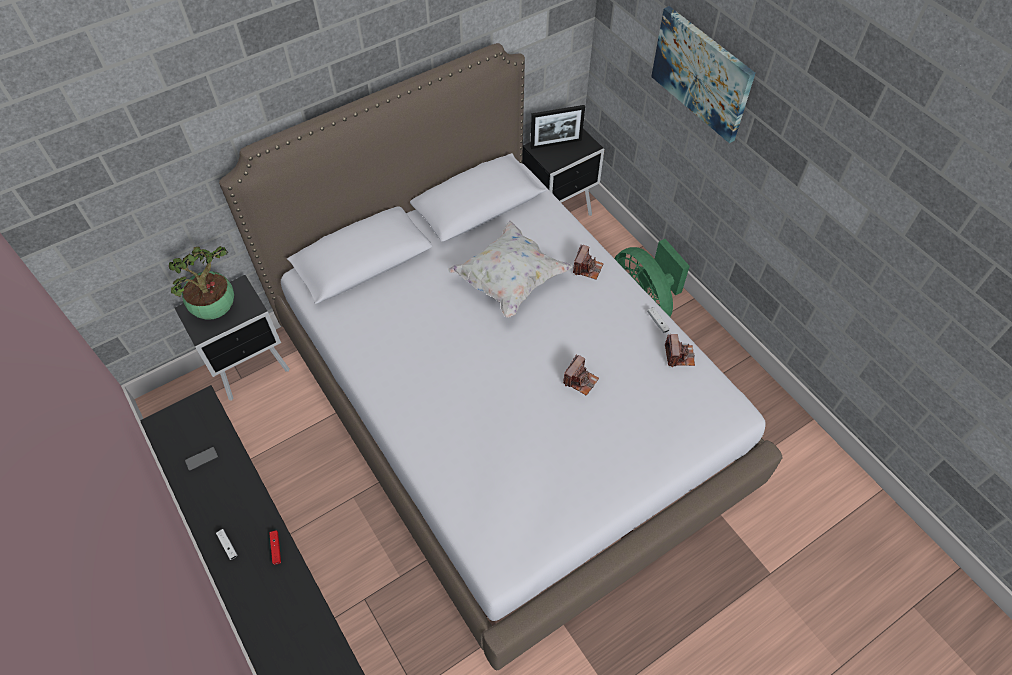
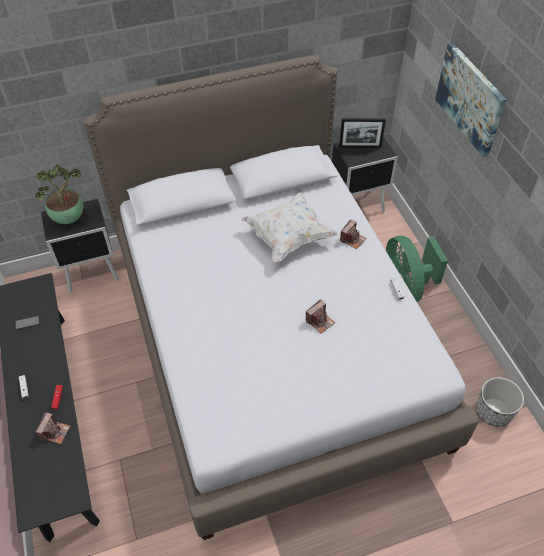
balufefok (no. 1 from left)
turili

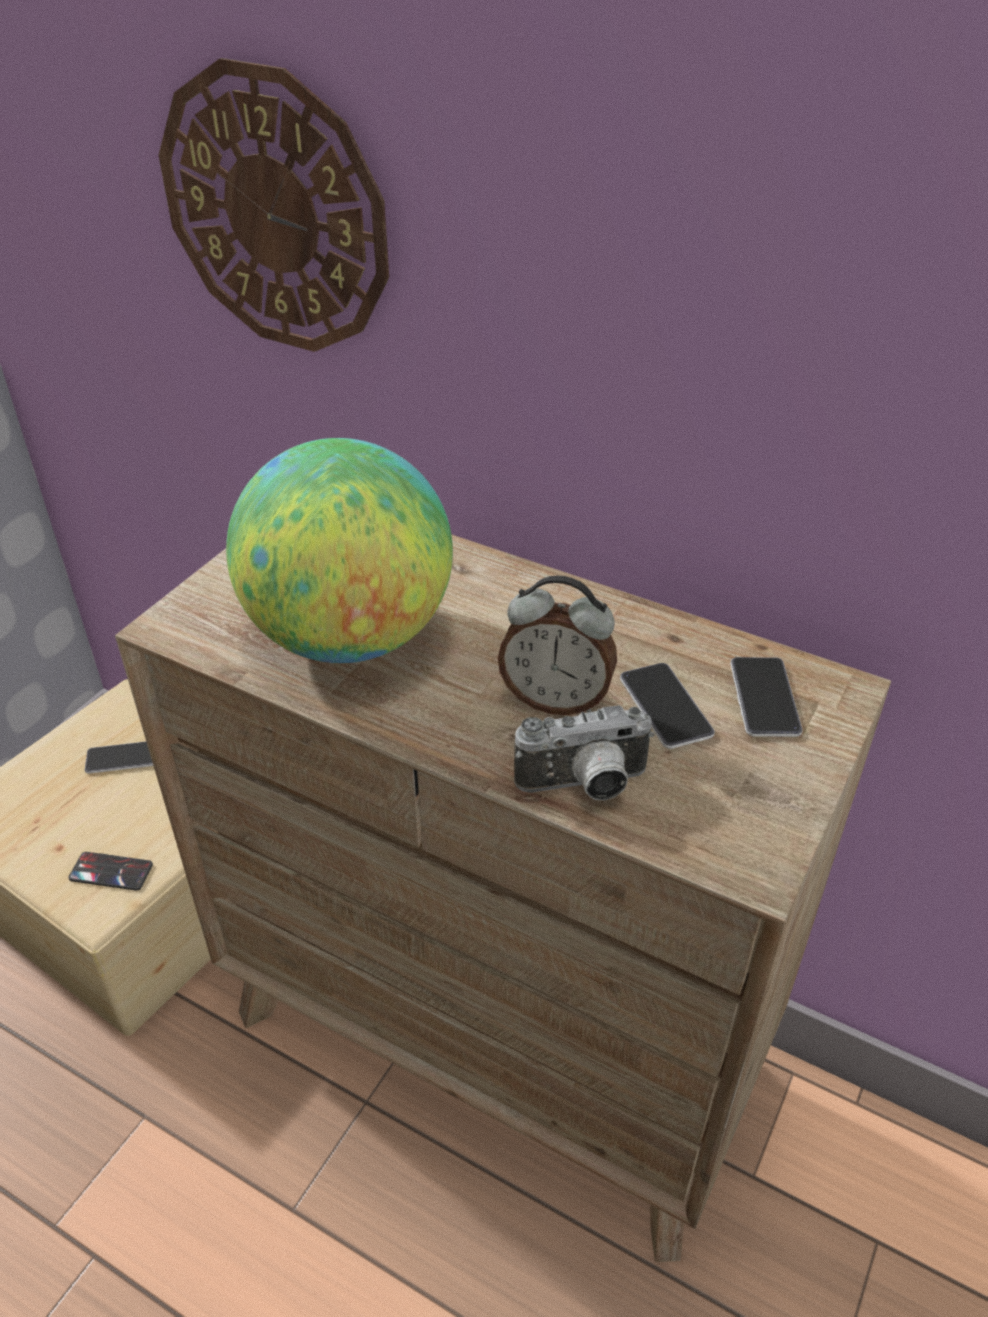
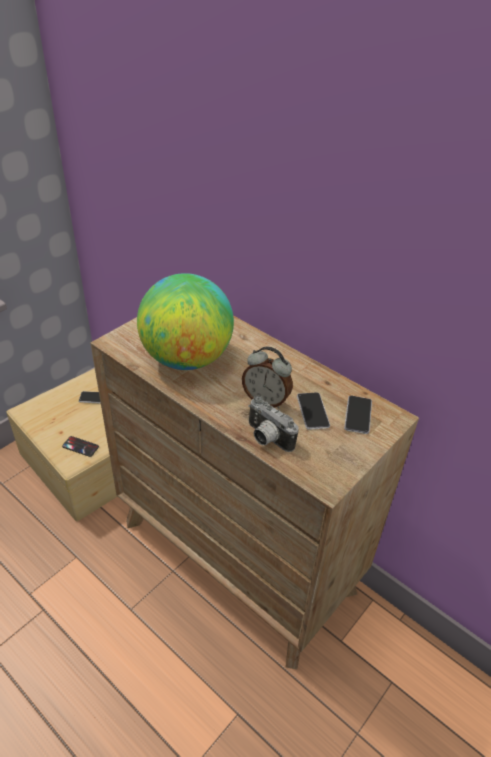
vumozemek
balufefok

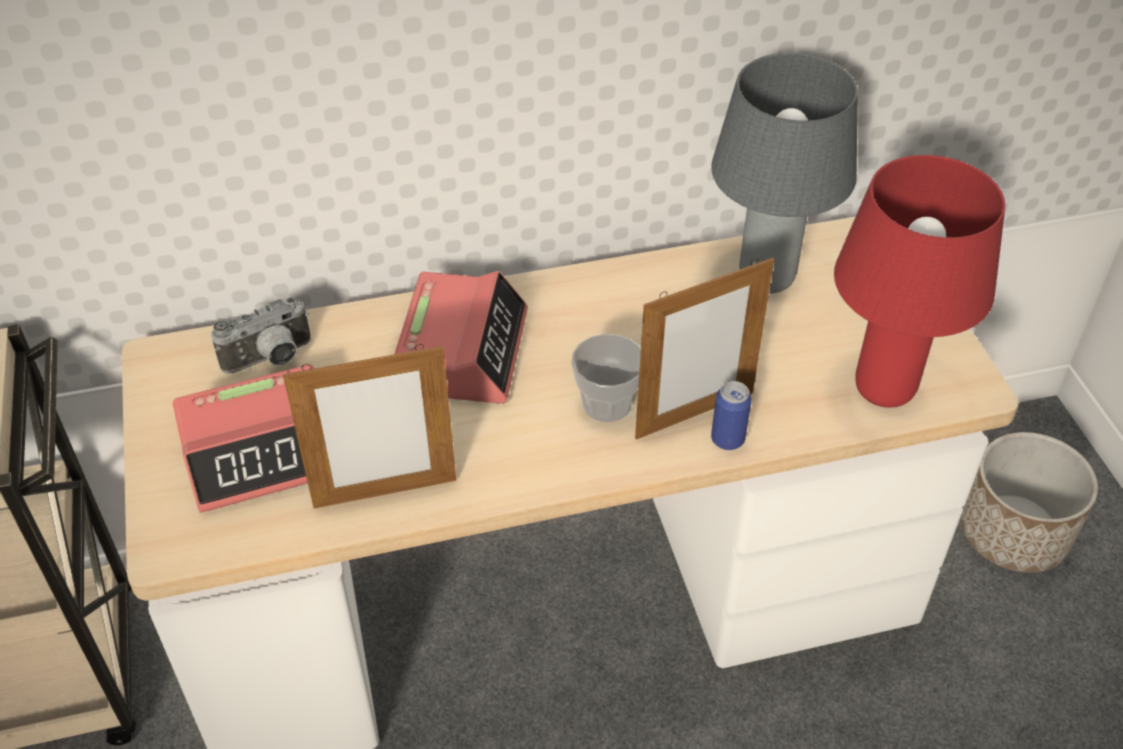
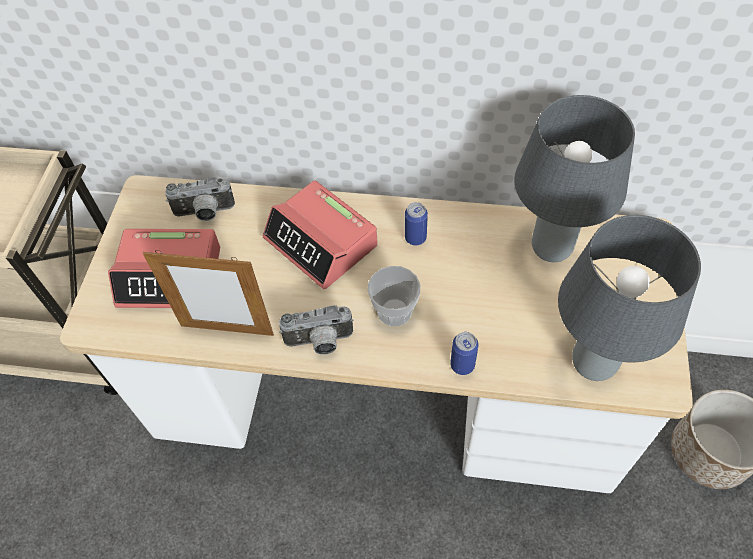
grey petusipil (no. 2 from left)
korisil (no. 2 from left in the first image)
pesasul (no. 2 from left)
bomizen (no. 1 from left)
balufefok (no. 2 from left)

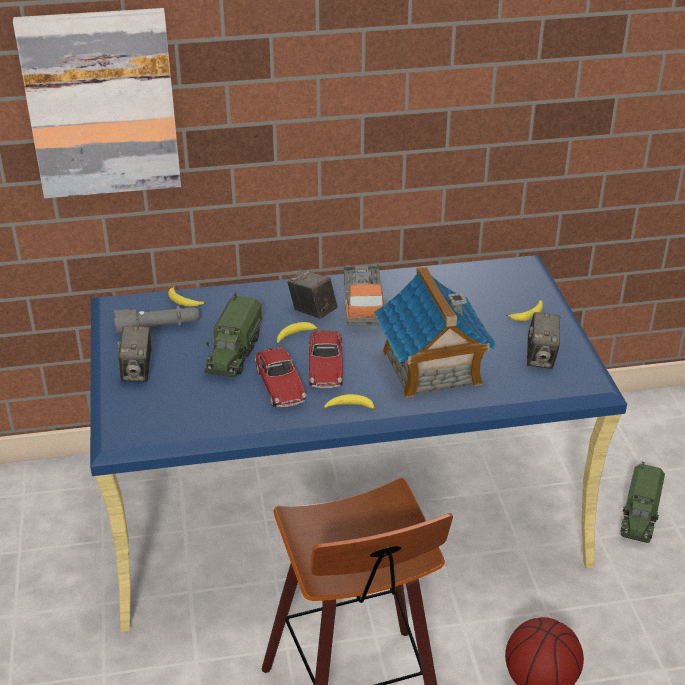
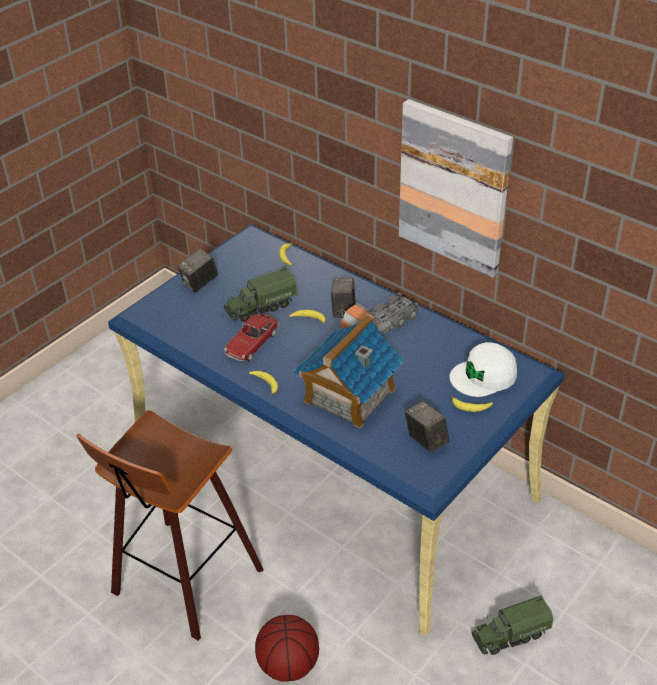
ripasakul
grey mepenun
balufefok (no. 3 from left)
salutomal (no. 2 from left in the first image)
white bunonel

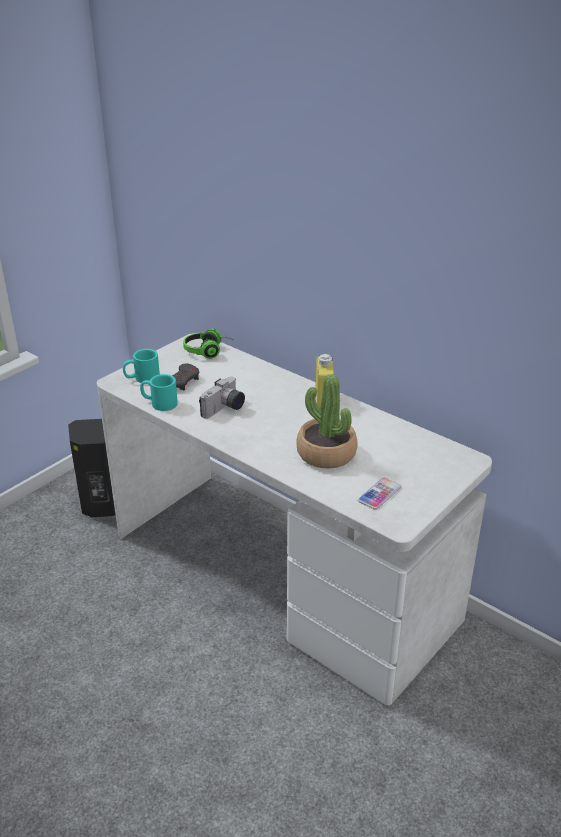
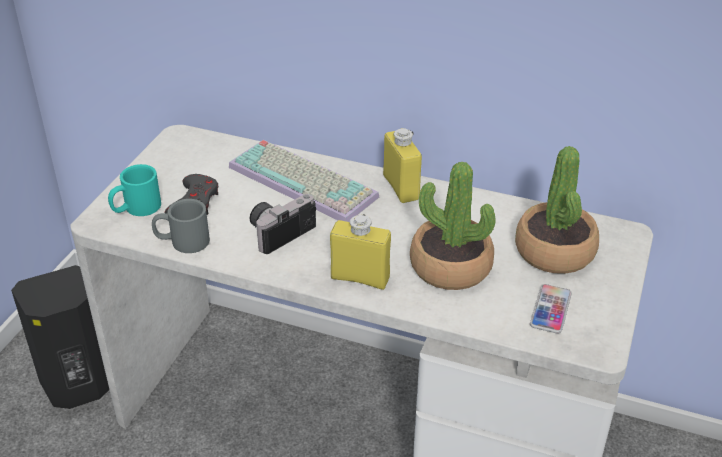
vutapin
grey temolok
balufefok
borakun
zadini (no. 2 from left)
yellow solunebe (no. 1 from left)

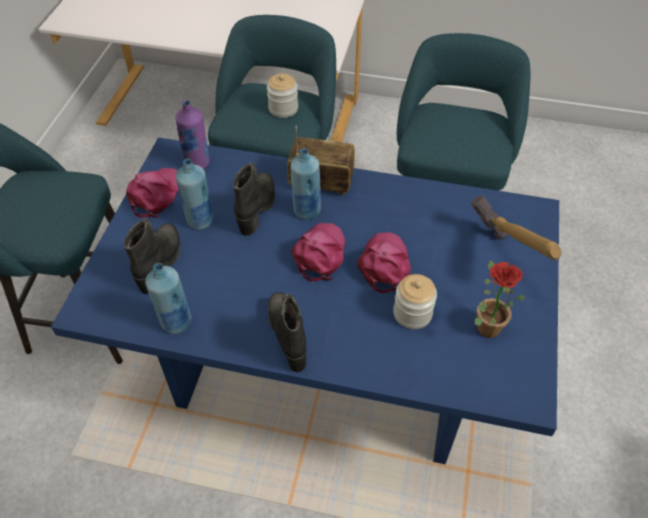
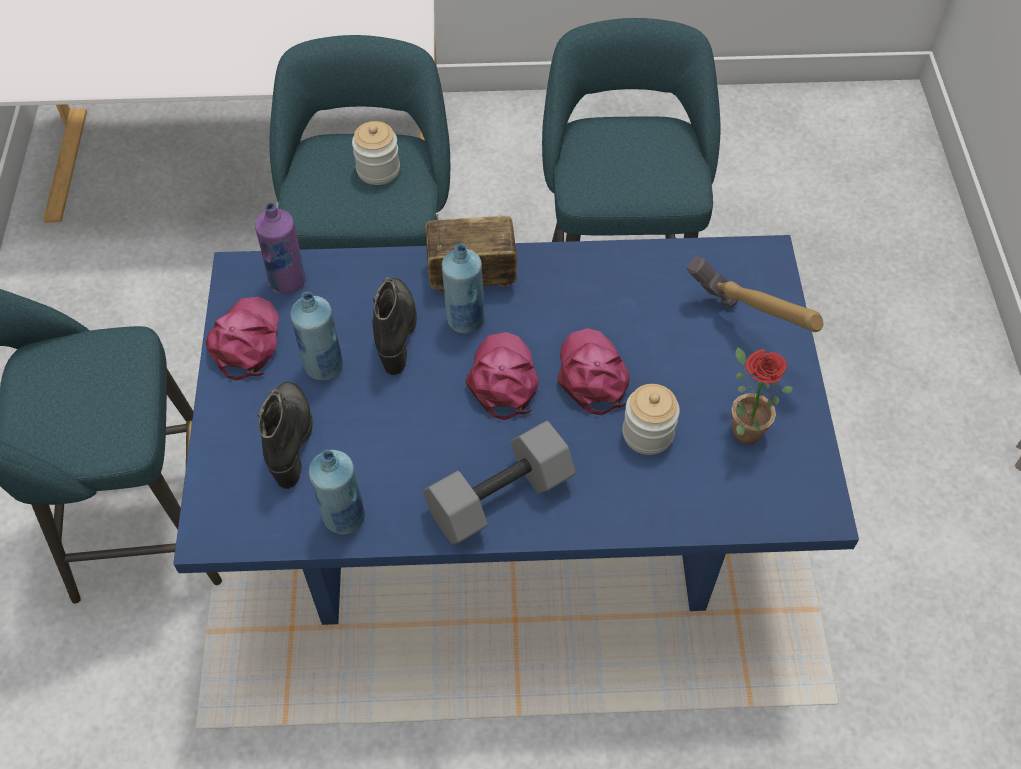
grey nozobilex

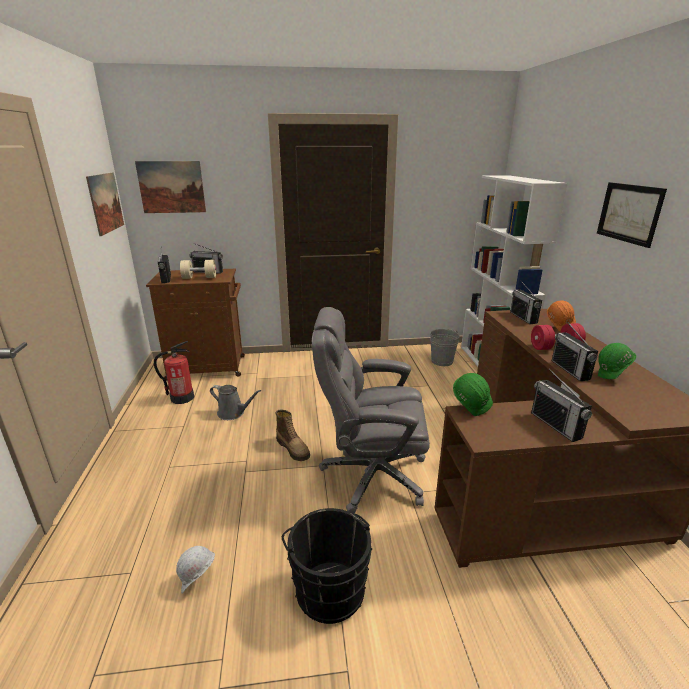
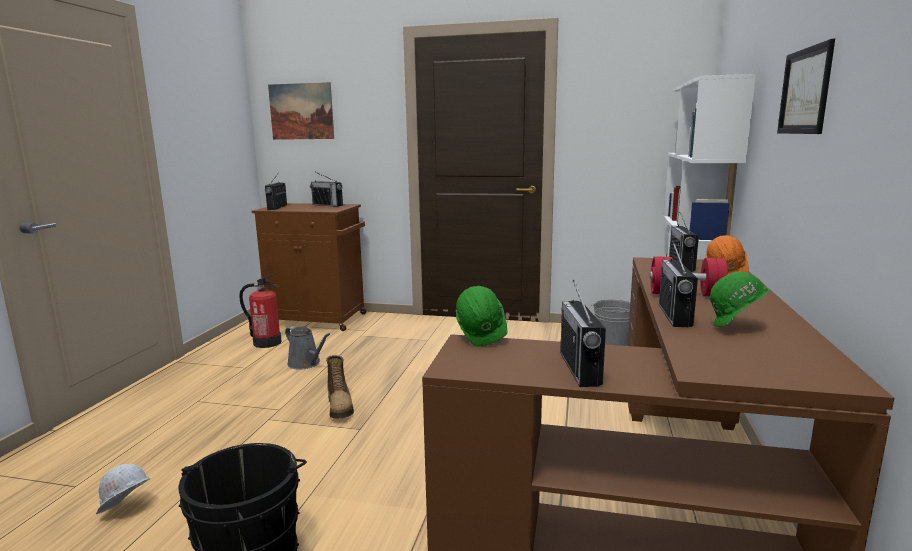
ripasakul (no. 1 from left in the first image)
beige nozobilex
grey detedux

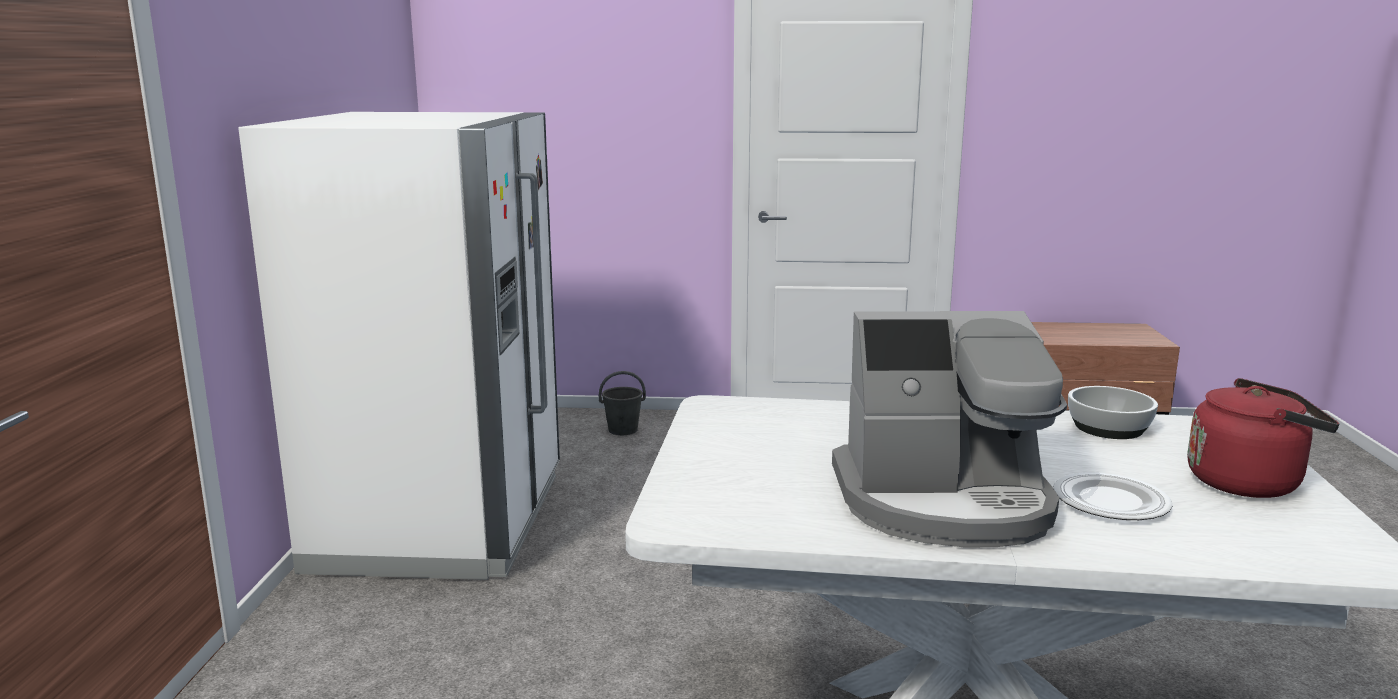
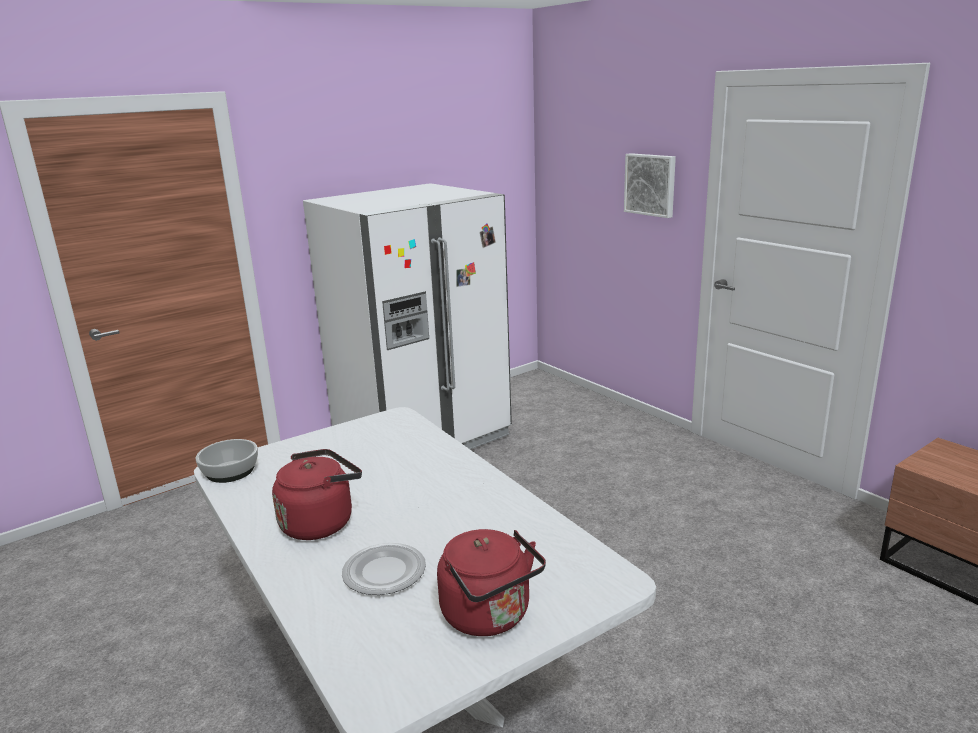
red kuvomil (no. 1 from left)
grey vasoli
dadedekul
ripasakul

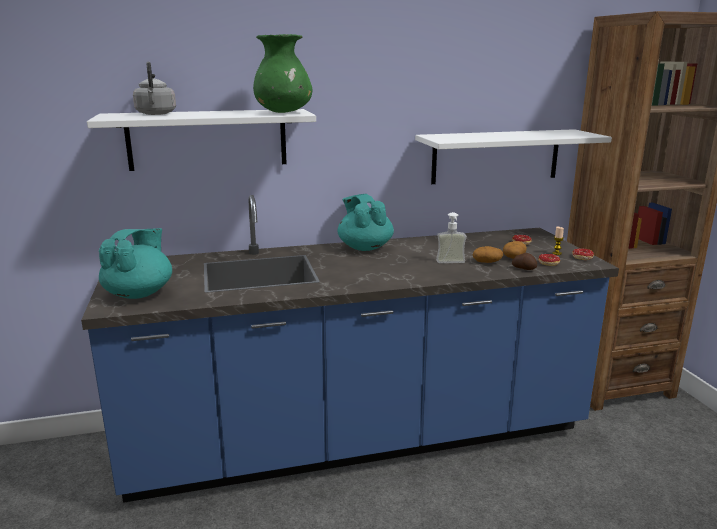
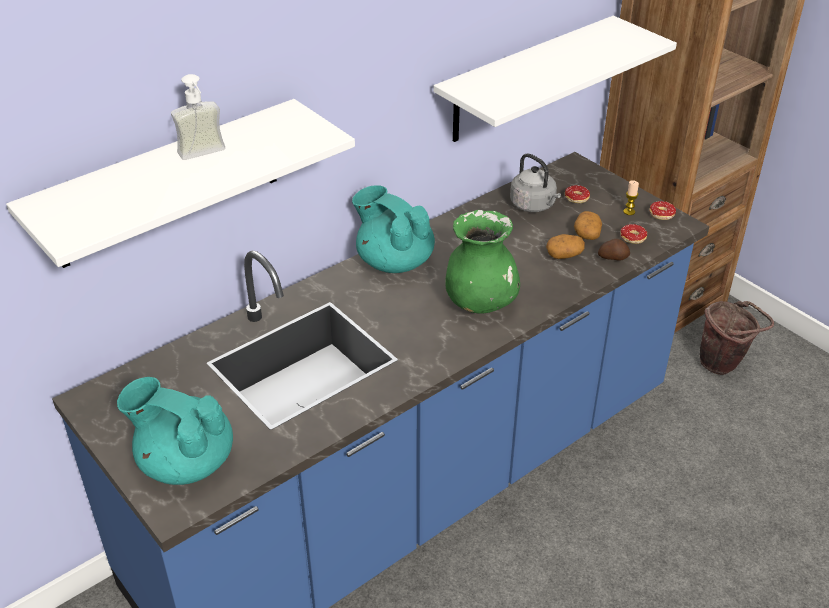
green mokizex
grey kuvomil
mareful
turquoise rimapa (no. 1 from left)
brown vasoli

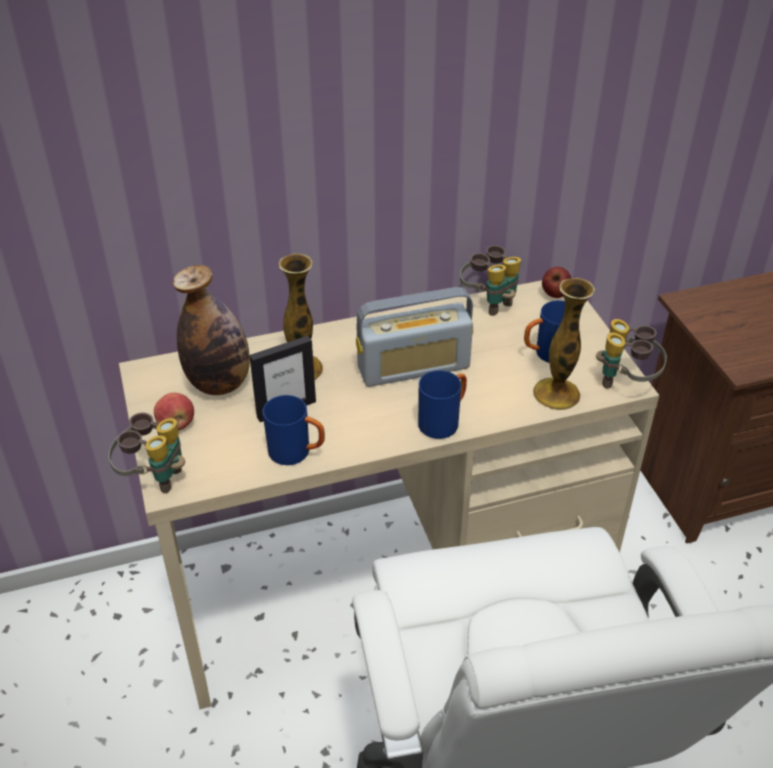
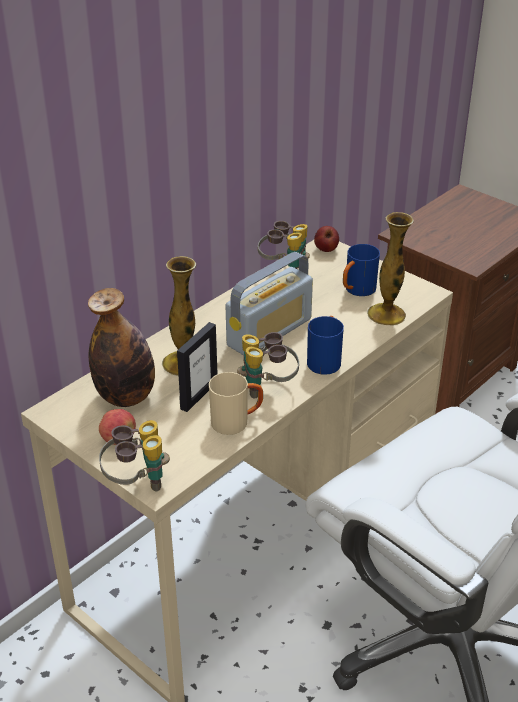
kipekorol (no. 2 from left)
beige temolok

